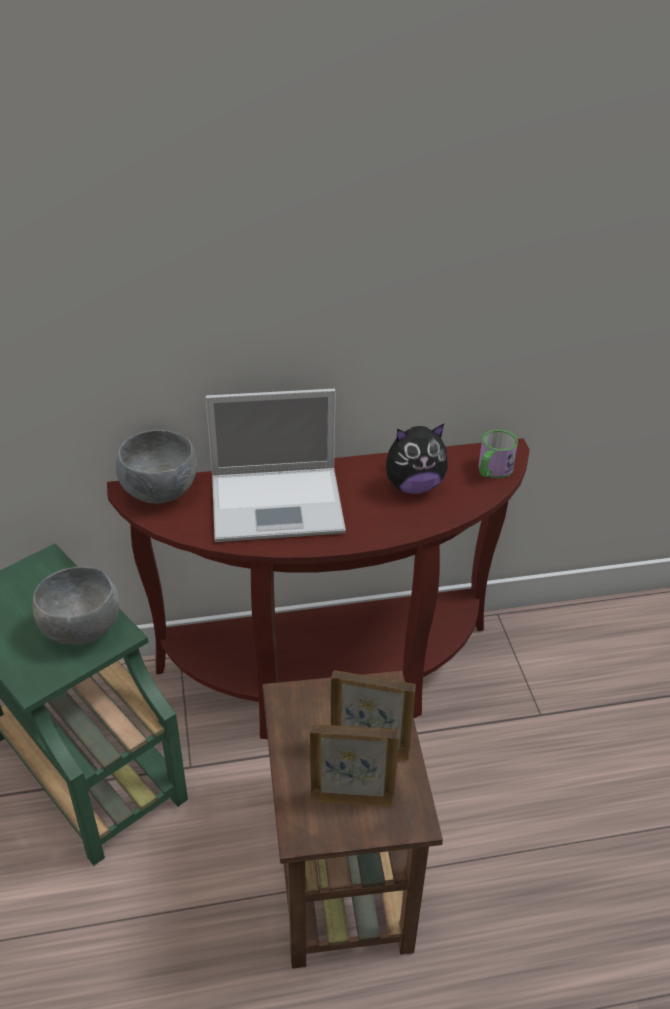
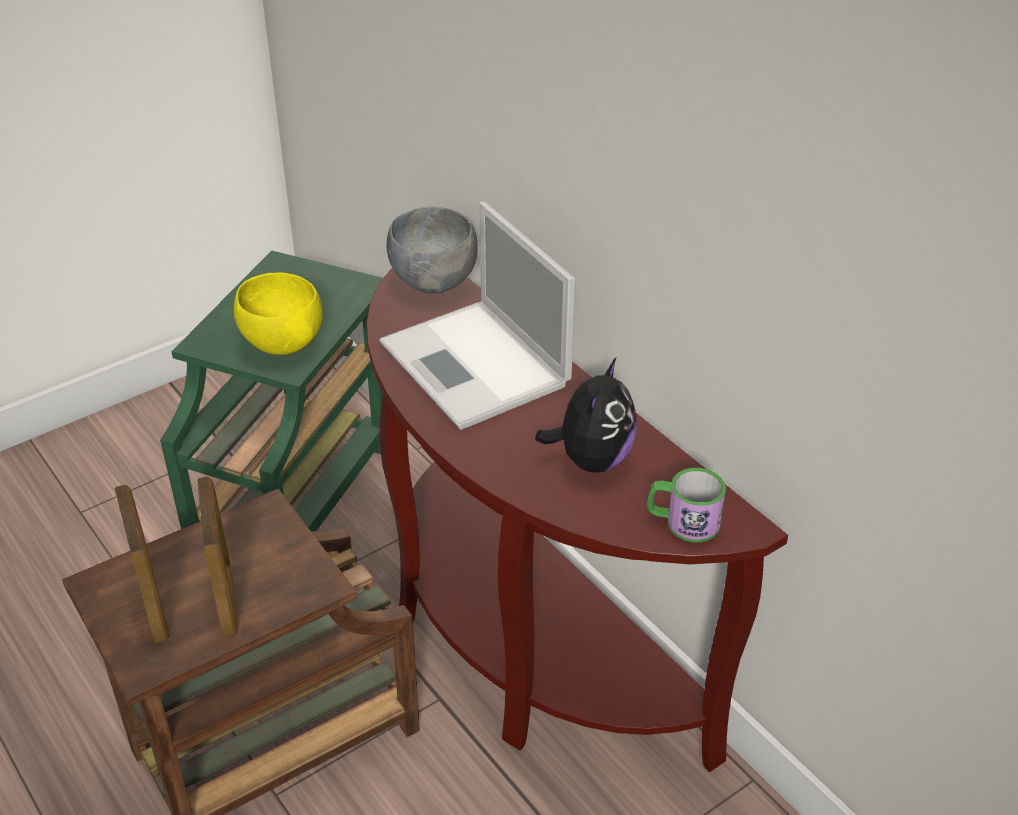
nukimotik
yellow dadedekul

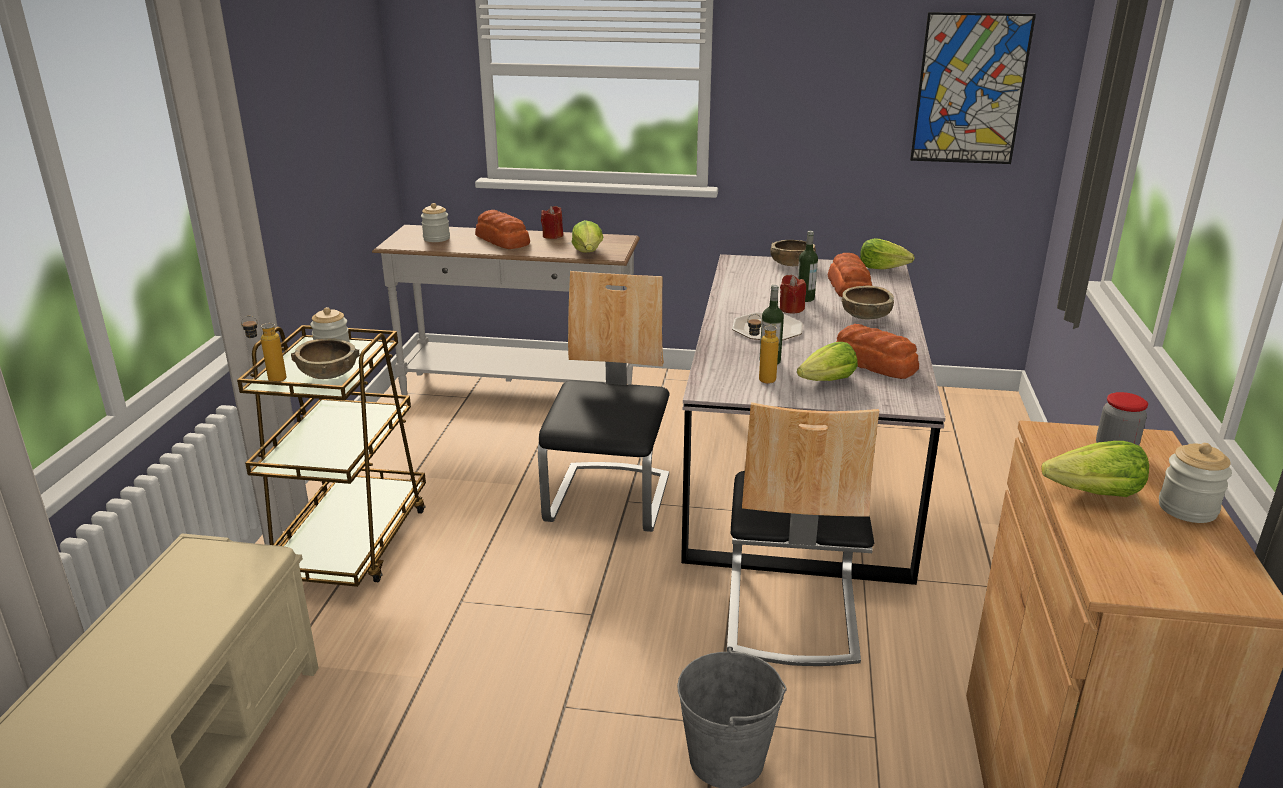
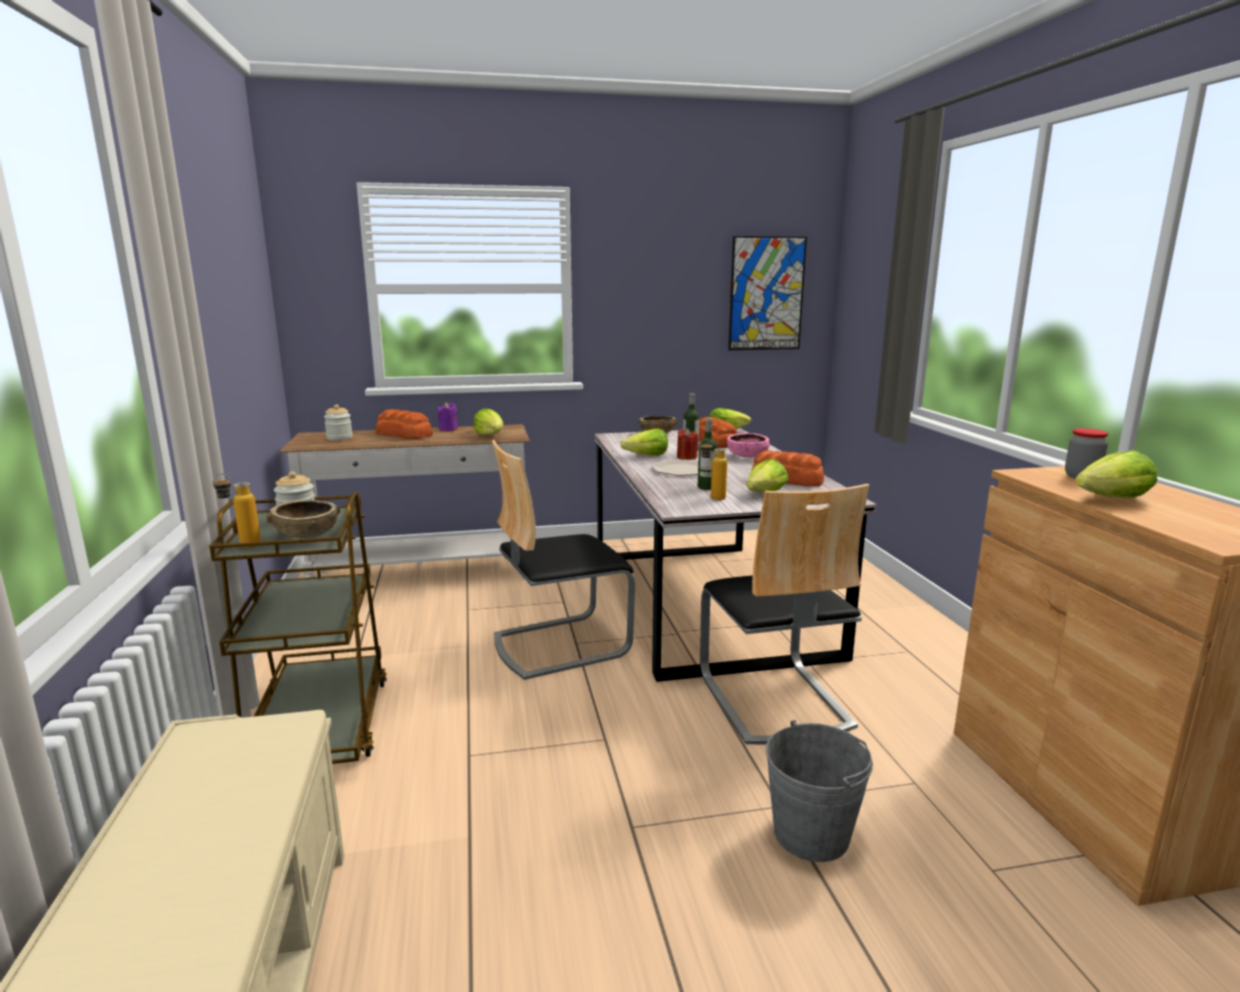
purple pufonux
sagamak (no. 1 from left)
pink dadedekul
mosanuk (no. 4 from left in the first image)
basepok (no. 2 from left)

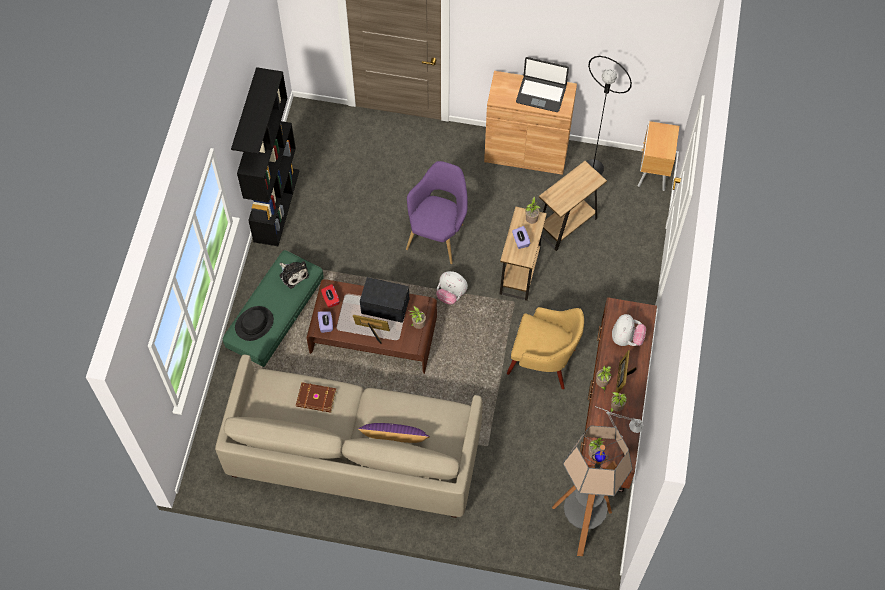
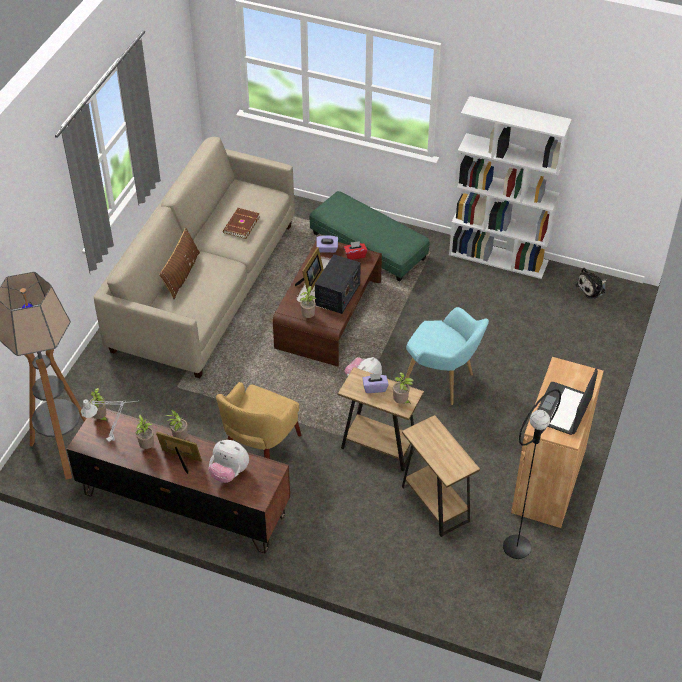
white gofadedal
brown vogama
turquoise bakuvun
nukimotik (no. 3 from left)
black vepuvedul
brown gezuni

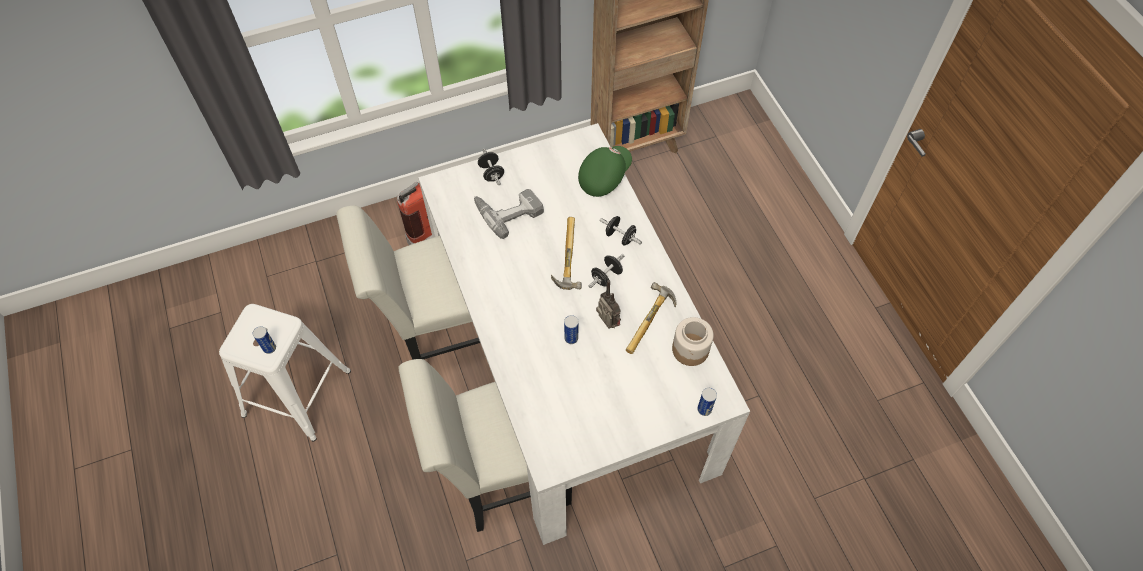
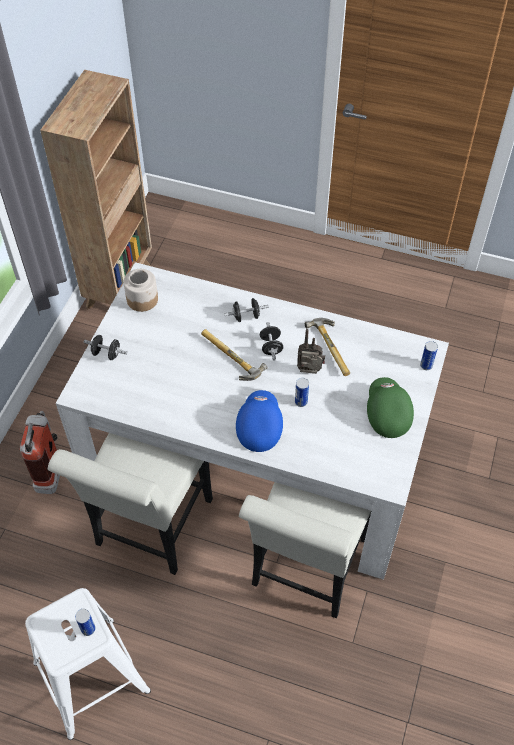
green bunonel
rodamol
mosanuk
blue bunonel

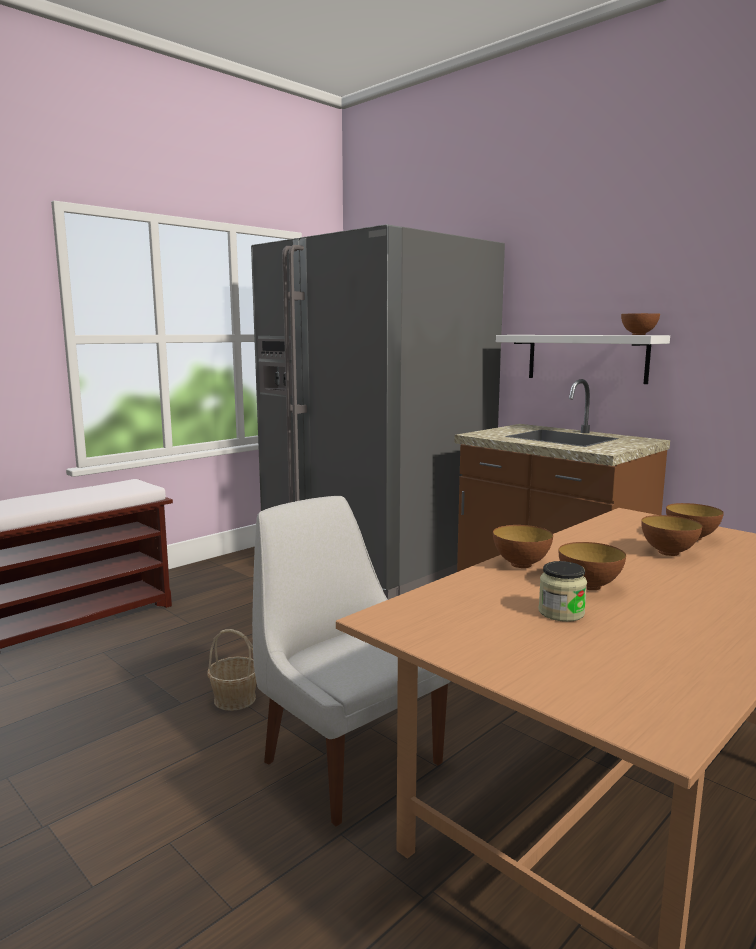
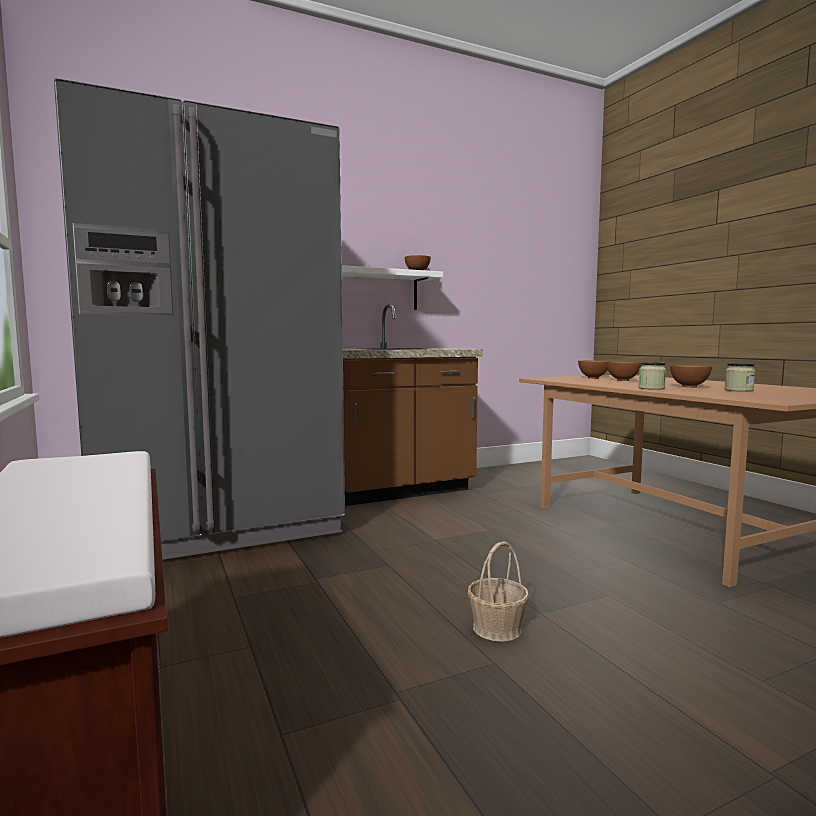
white sagamak
mosanuk (no. 1 from left)

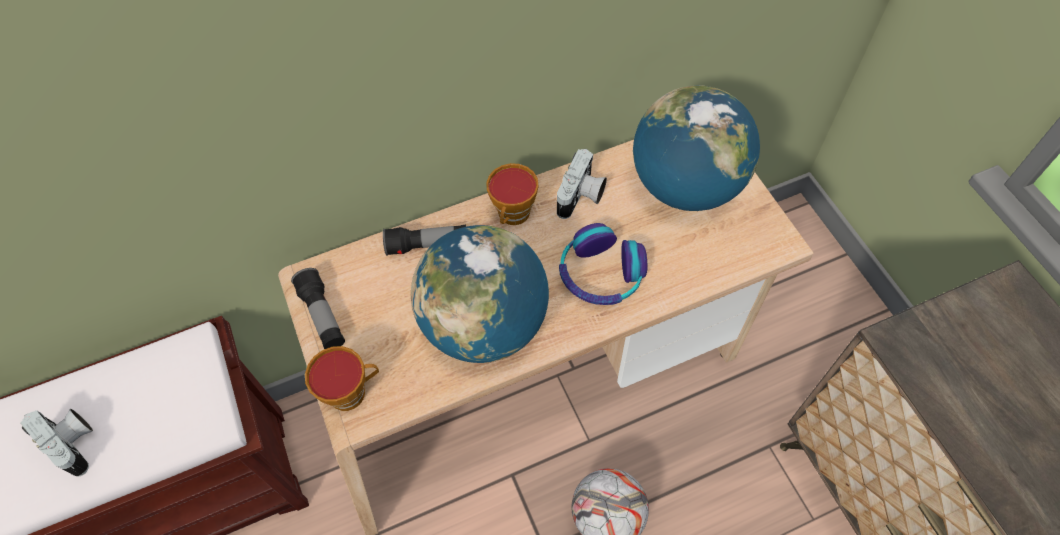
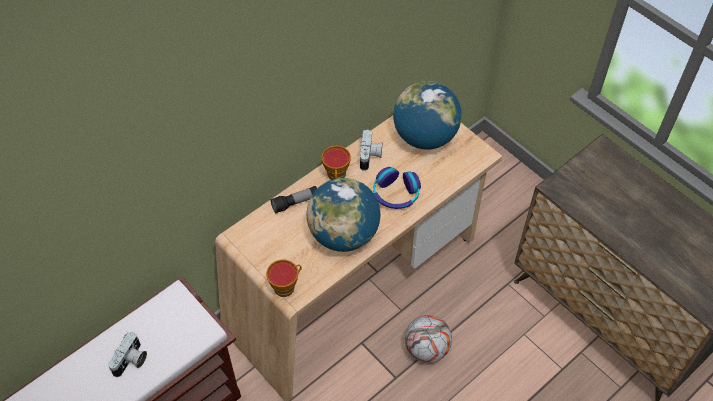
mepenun (no. 1 from left in the first image)
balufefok (no. 1 from left)

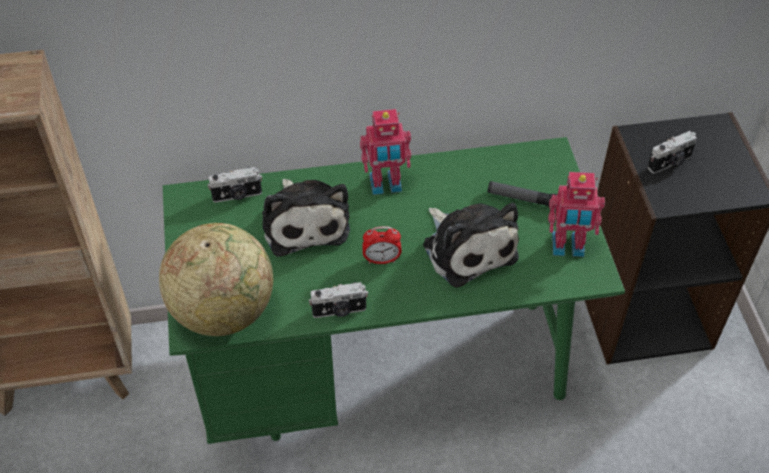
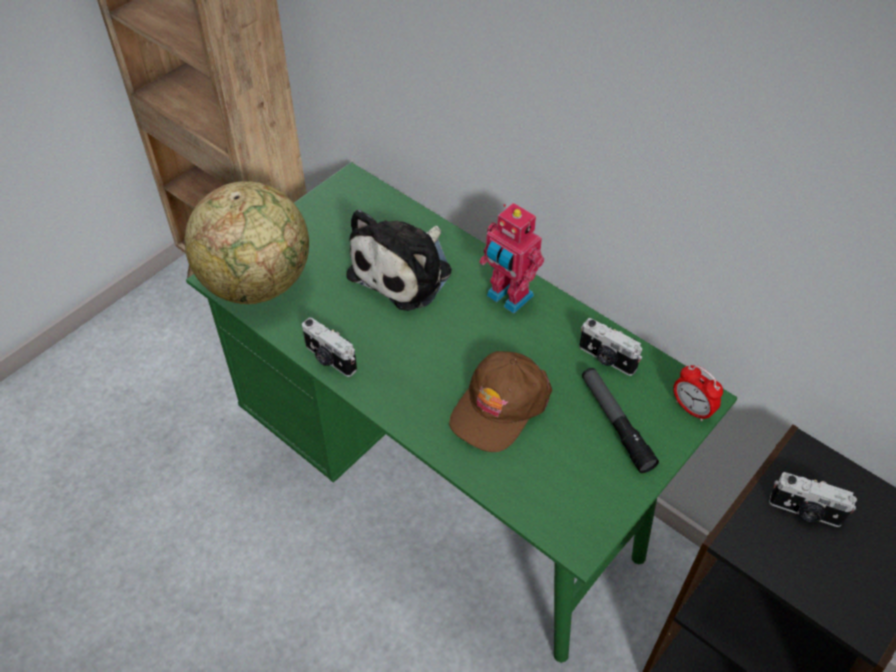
balufefok (no. 2 from left)
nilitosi (no. 2 from left in the first image)
brown bunonel
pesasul

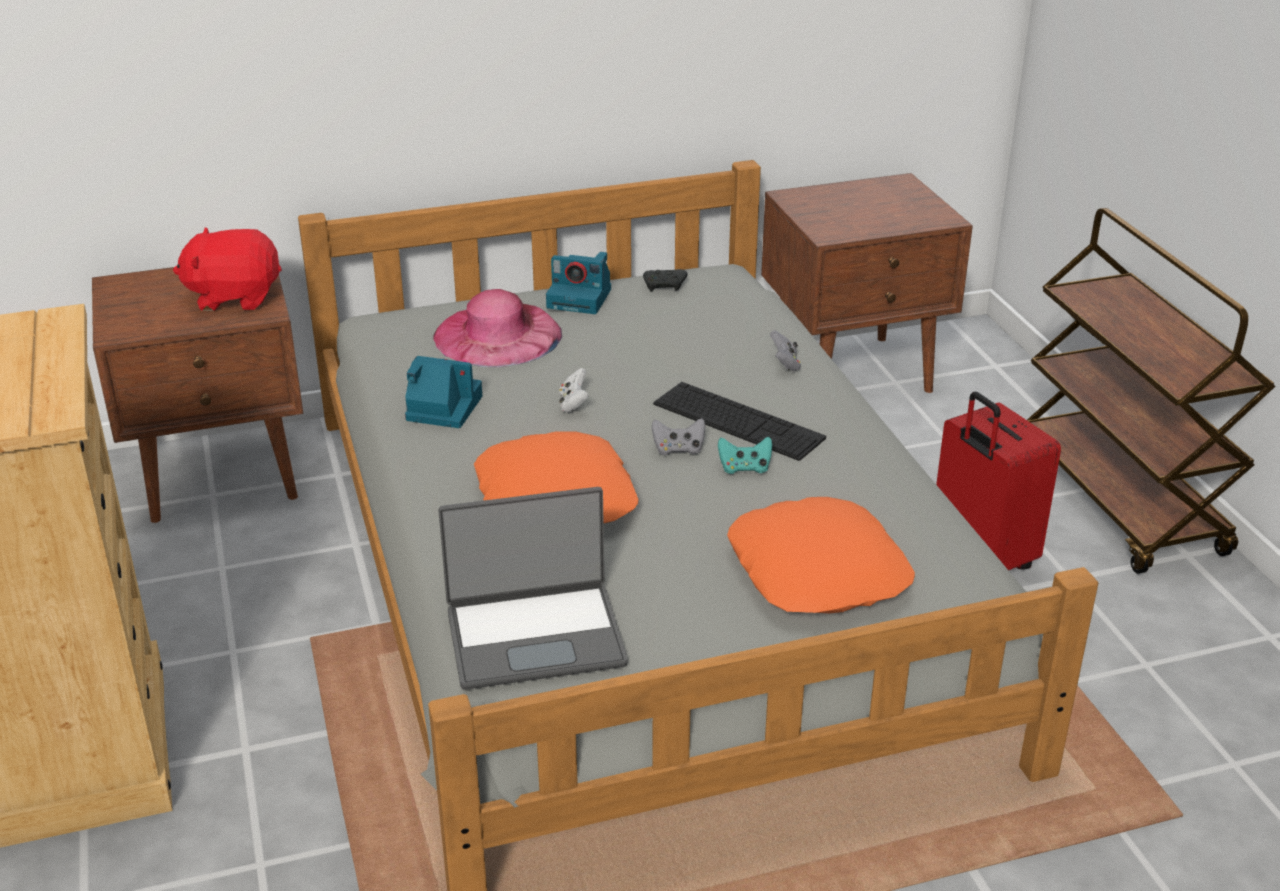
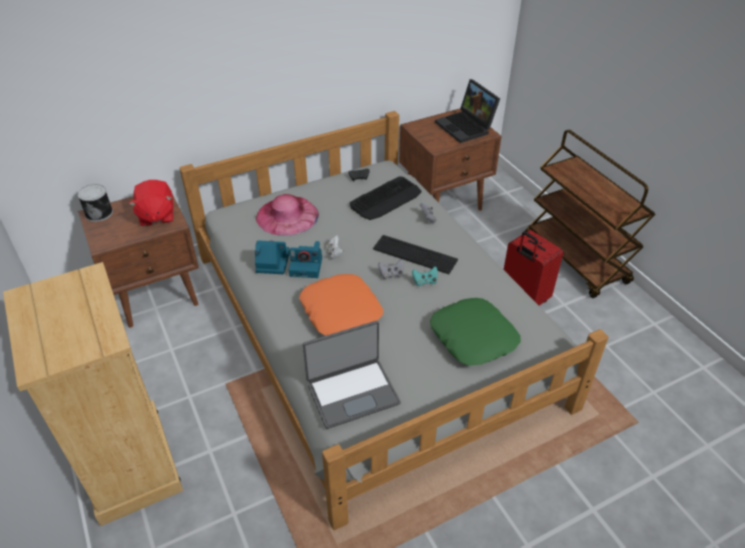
red nukimotik
balufefok (no. 2 from left)
green gezuni
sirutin (no. 2 from left)
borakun (no. 1 from left)
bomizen

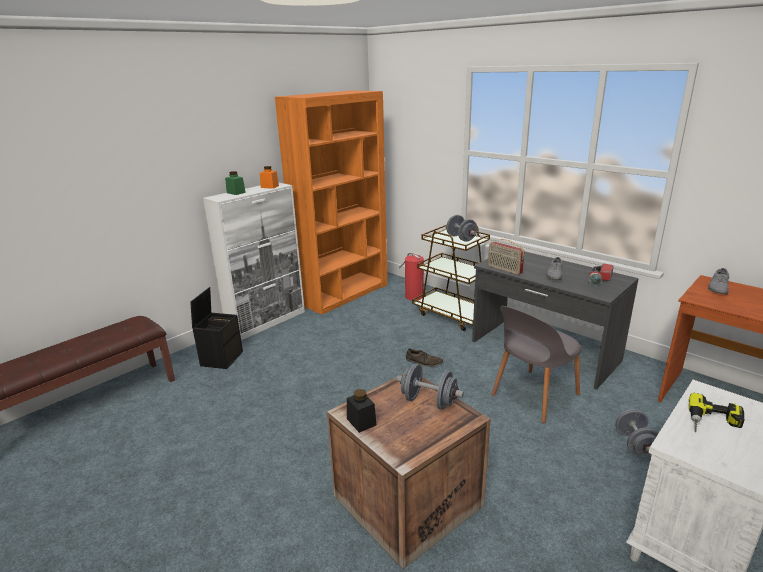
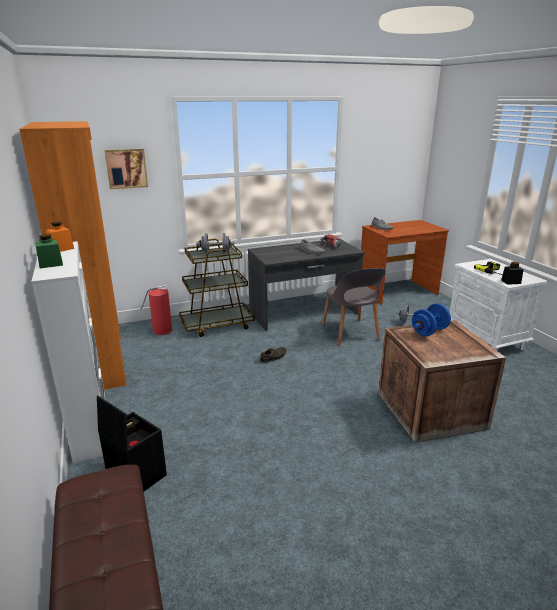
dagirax
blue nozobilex
black mosanuk
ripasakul

